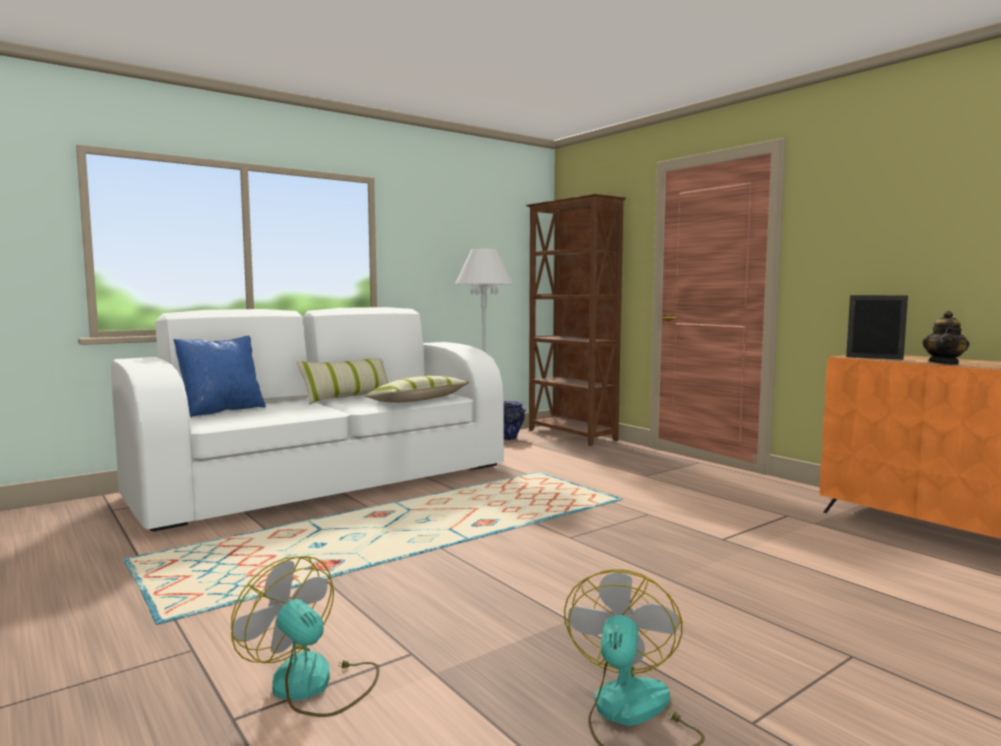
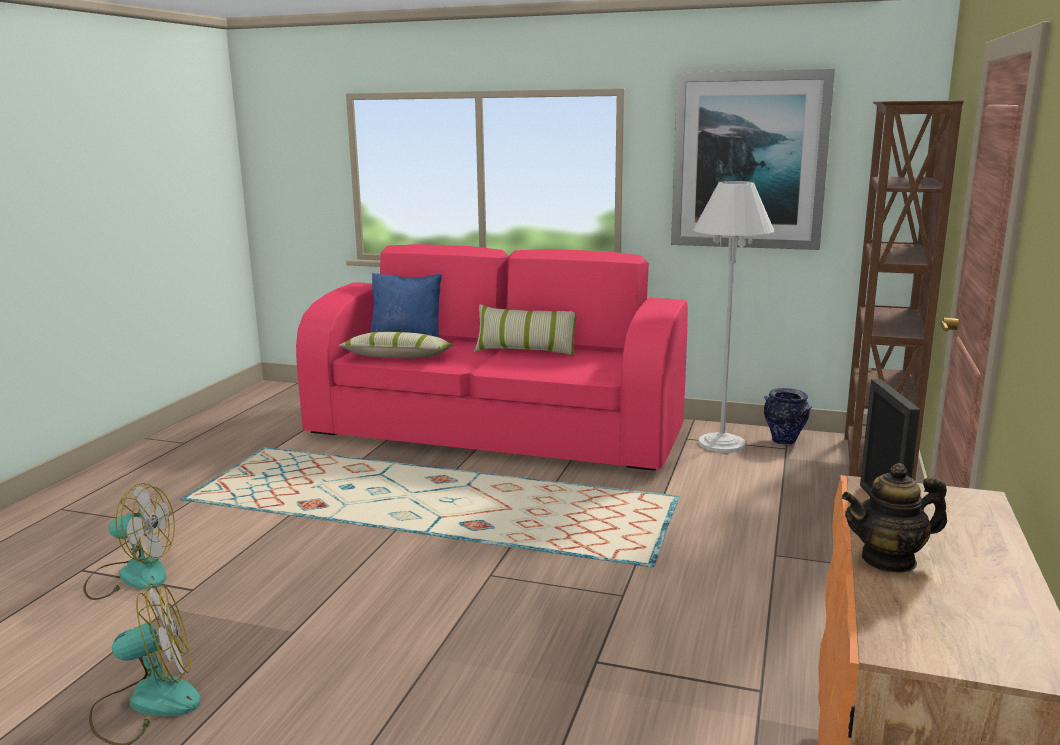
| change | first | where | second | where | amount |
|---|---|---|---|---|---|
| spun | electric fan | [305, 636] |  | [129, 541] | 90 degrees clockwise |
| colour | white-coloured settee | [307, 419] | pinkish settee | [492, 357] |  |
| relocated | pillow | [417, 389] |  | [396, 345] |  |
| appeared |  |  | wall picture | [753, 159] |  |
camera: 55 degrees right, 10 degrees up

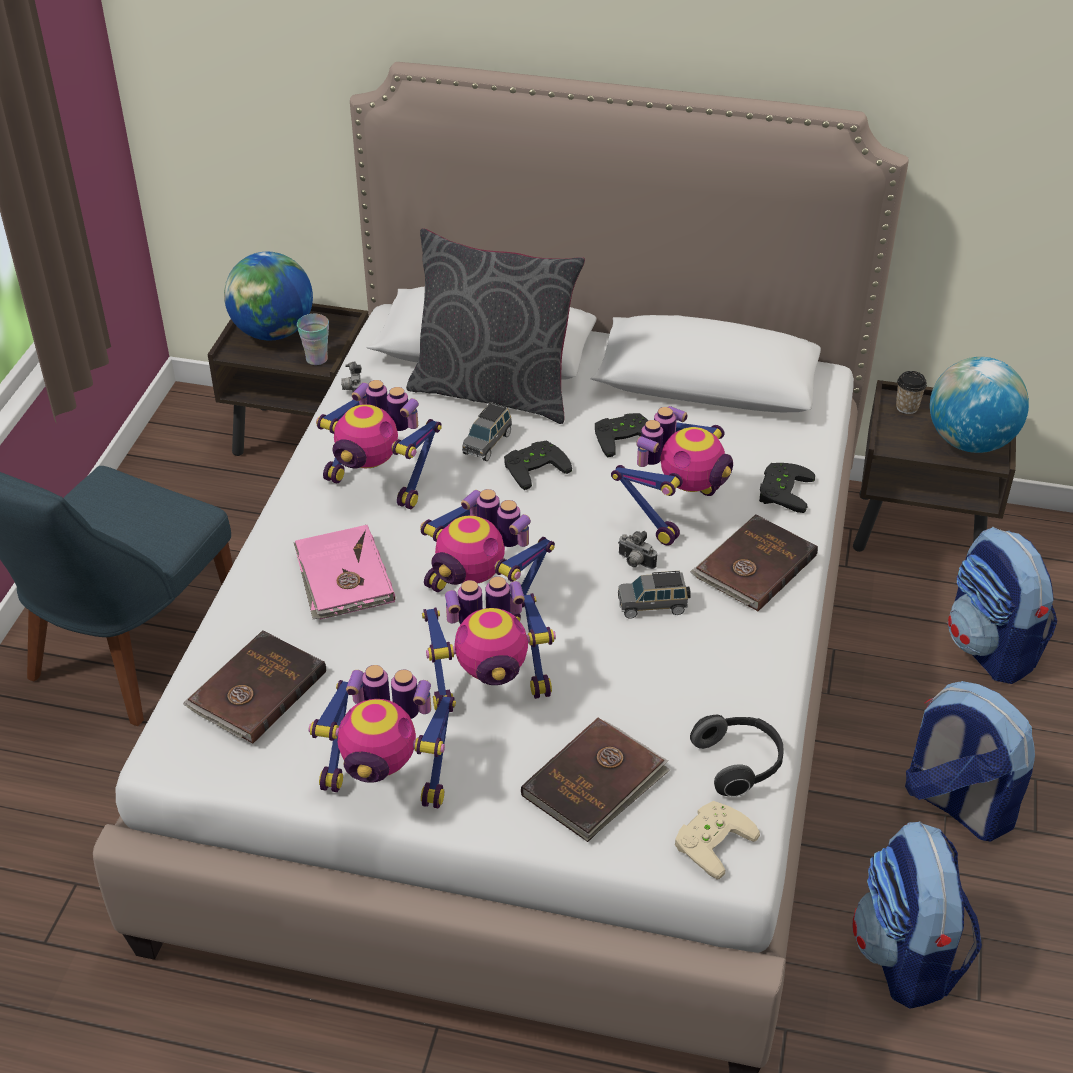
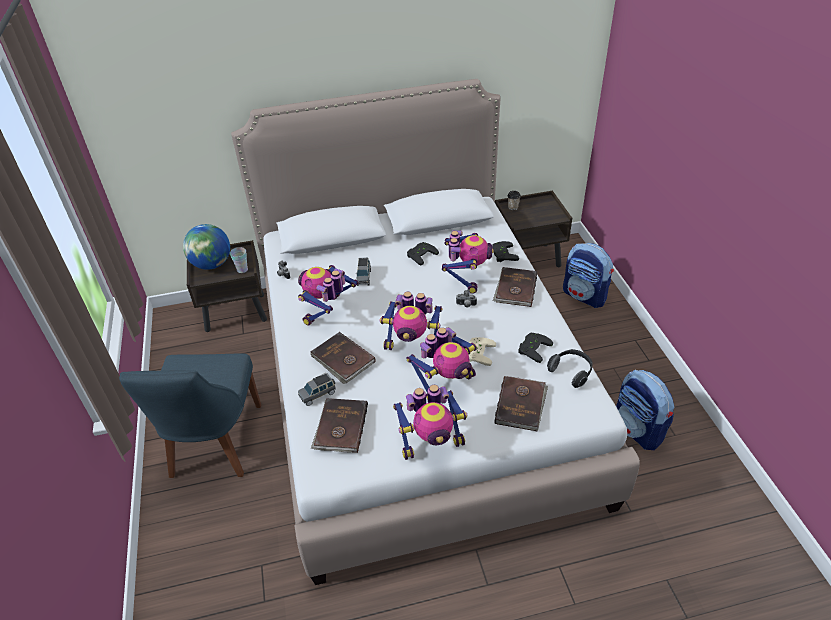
| change | first | where | second | where | amount |
|---|---|---|---|---|---|
| spun | model robot | [379, 444] |  | [328, 295] | 120 degrees clockwise |
| relocated | gray model car | [654, 595] |  | [317, 389] |  |
| colour | pinkish volume | [344, 572] | brown-coloured volume | [343, 358] |  |
| relocated | beige-coloured gamepad | [717, 840] |  | [482, 351] |  |
| relocated | blackish gamepad | [538, 465] |  | [535, 348] |  |
| missing | gray pillow | [495, 326] |  |  |  |
| missing | rucksack | [970, 761] |  |  |  |
| missing | world globe | [979, 405] |  |  |  |
camera: 25 degrees left, 0 degrees up

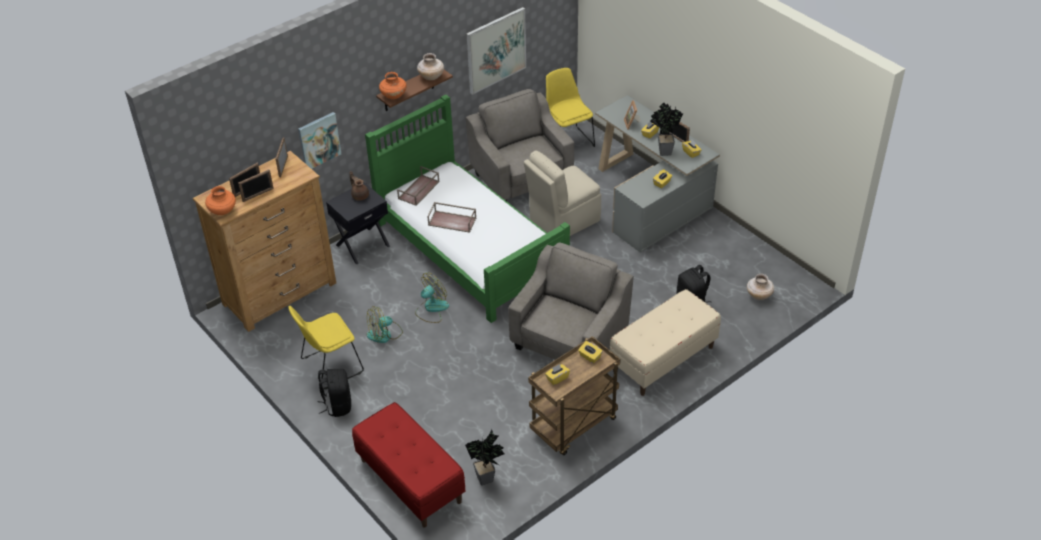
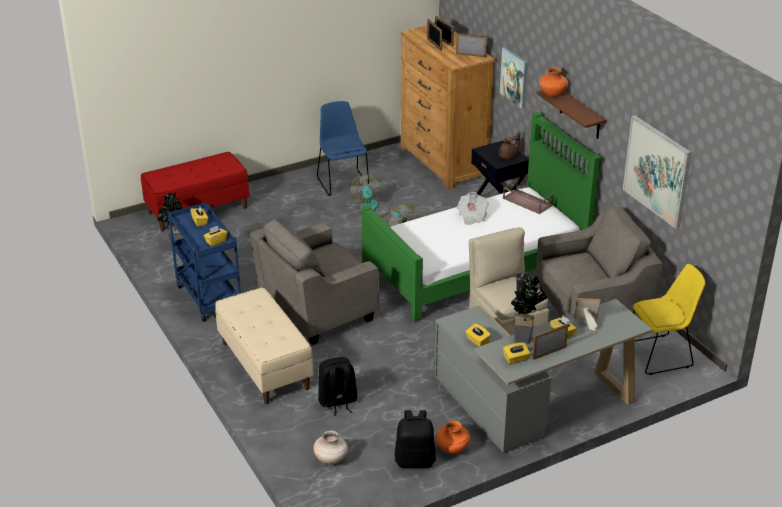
| change | first | where | second | where | amount |
|---|---|---|---|---|---|
| colour | brown-coloured cart | [574, 395] | bluish cart | [204, 262] |  |
| spun | gray lounge chair | [571, 301] |  | [314, 282] | 105 degrees clockwise |
| colour | yellow chair | [326, 348] | bluish chair | [343, 148] |  |
| relocated | blackish rucksack | [334, 393] |  | [415, 439] |  |
| relocated | orange decorative vase | [220, 200] |  | [453, 437] |  |
| exchanged | brown-coloured tray | [452, 217] | daily paper | [473, 208] |  |
| missing | beige-coloured decorative vase | [430, 66] |  |  |  |
camera: 100 degrees right, 10 degrees down

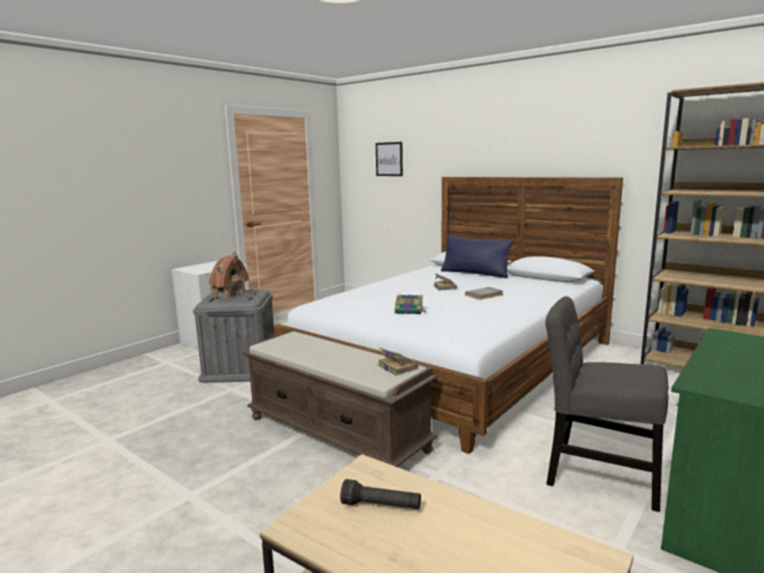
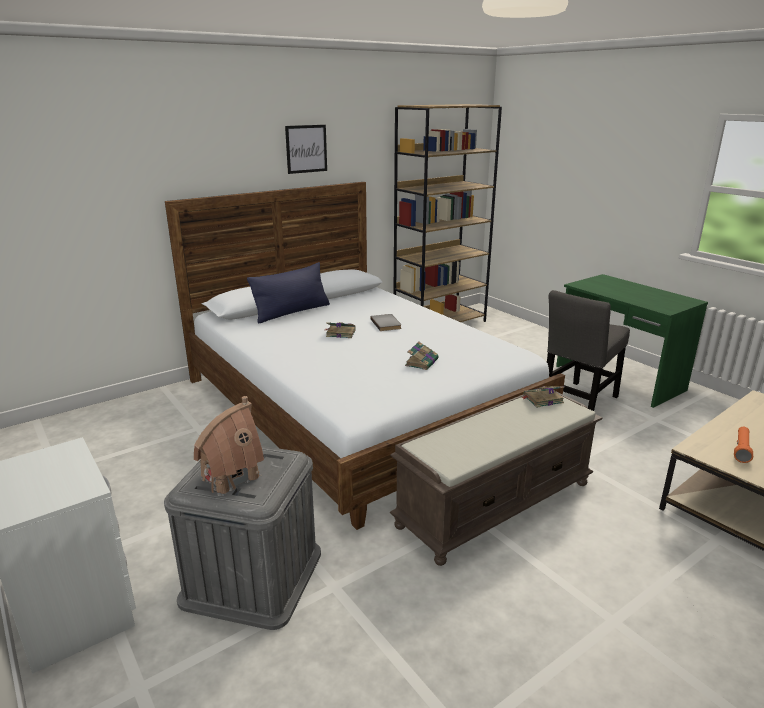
| change | first | where | second | where | amount |
|---|---|---|---|---|---|
| relocated | wall picture | [389, 159] |  | [306, 149] |  |
| colour | blackish hand torch | [380, 494] | orange hand torch | [743, 445] |  |
camera: 75 degrees left, 10 degrees up

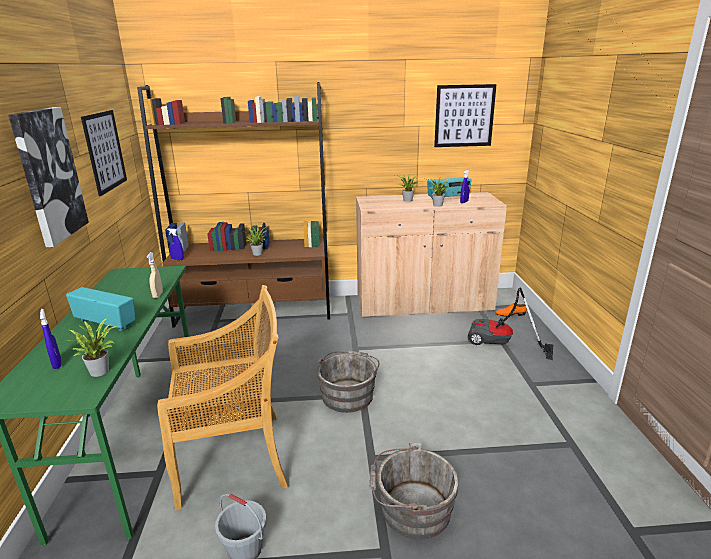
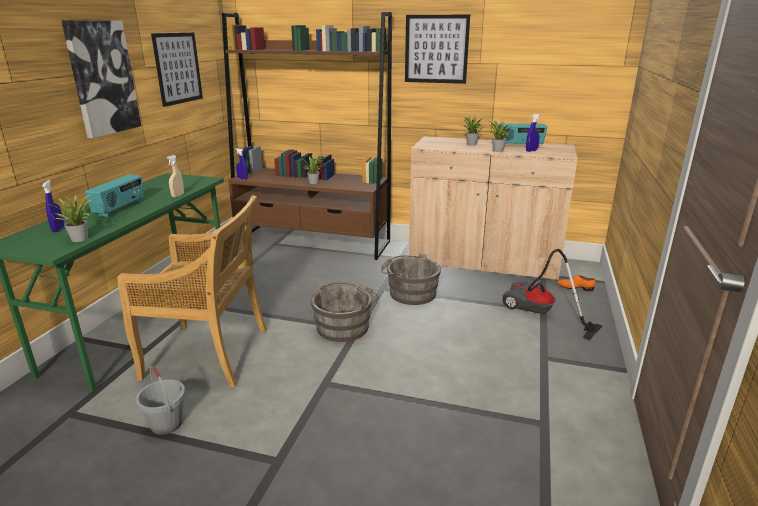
| change | first | where | second | where | amount |
|---|---|---|---|---|---|
| spun | radio set | [101, 309] |  | [114, 196] | 60 degrees clockwise |
| relocated | gray bucket | [414, 491] |  | [411, 279] |  |
| relocated | wall picture | [465, 115] |  | [437, 49] |  |
camera: 20 degrees right, 0 degrees up

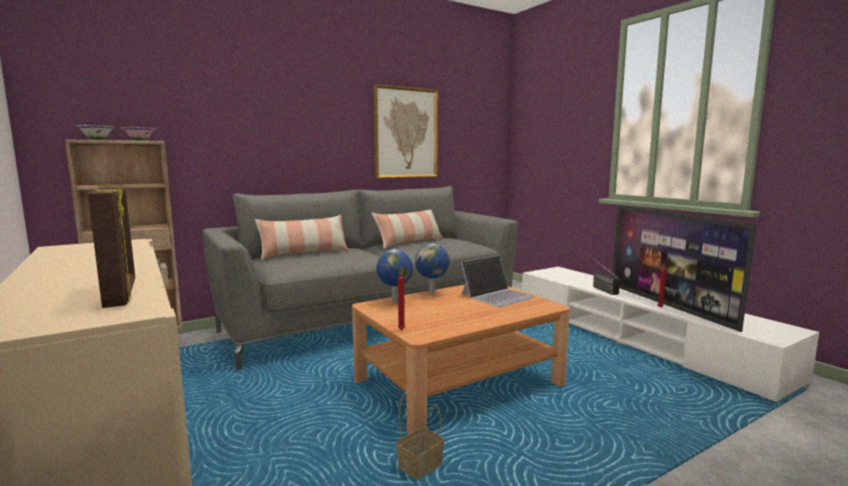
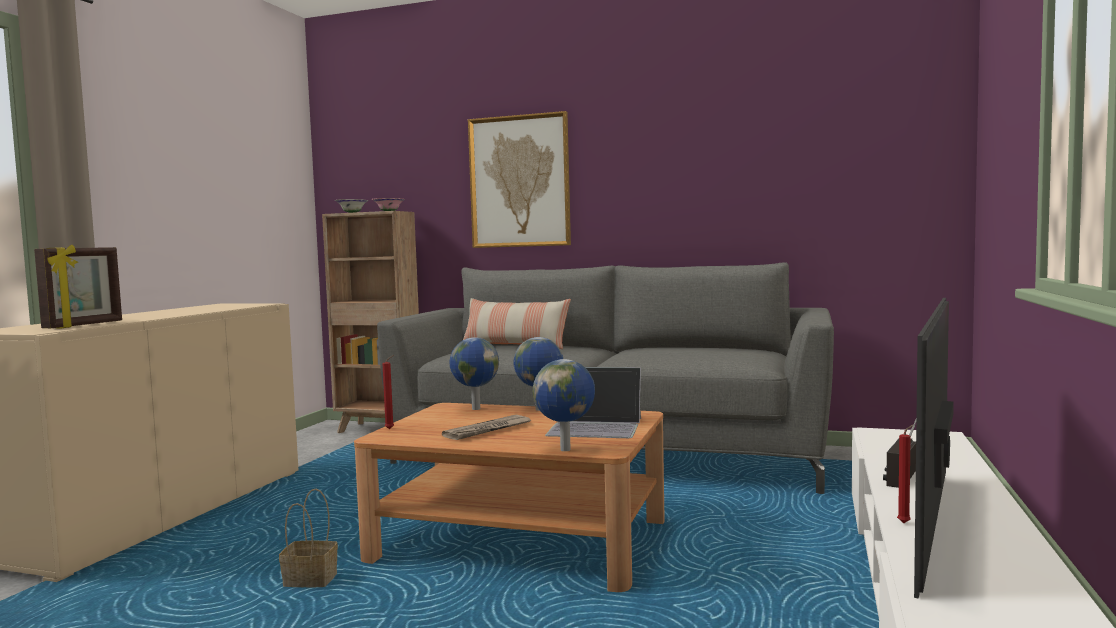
| change | first | where | second | where | amount |
|---|---|---|---|---|---|
| appeared |  |  | daily paper | [486, 427] |  |
| relocated | wall picture | [406, 131] |  | [519, 179] |  |
| appeared |  |  | world globe | [564, 405] |  |
| missing | pillow | [407, 229] |  |  |  |
camera: 50 degrees right, 5 degrees down

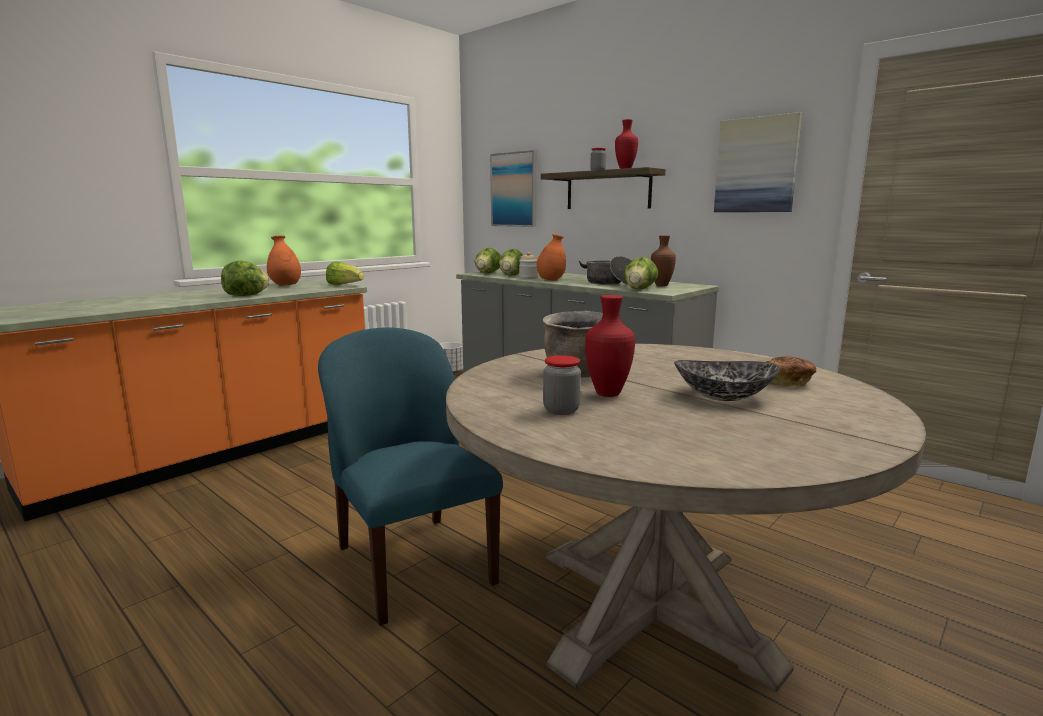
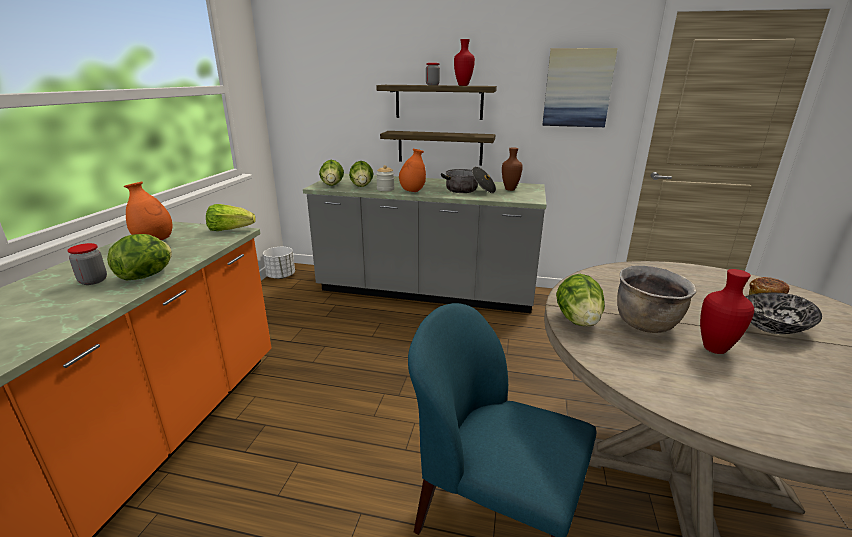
| change | first | where | second | where | amount |
|---|---|---|---|---|---|
| relocated | storage jar | [562, 385] |  | [87, 264] |  |
| appeared |  |  | shelf | [437, 148] |  |
| relocated | lettuce head | [641, 273] |  | [580, 300] |  |
| missing | wall picture | [513, 188] |  |  |  |
camera: 30 degrees left, 10 degrees up

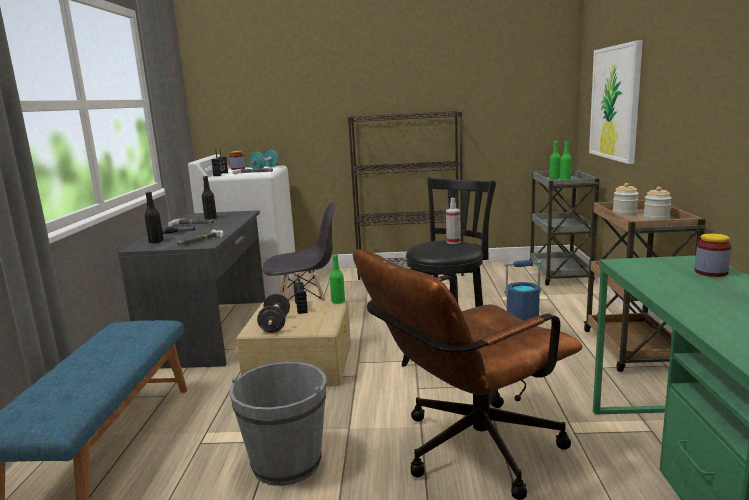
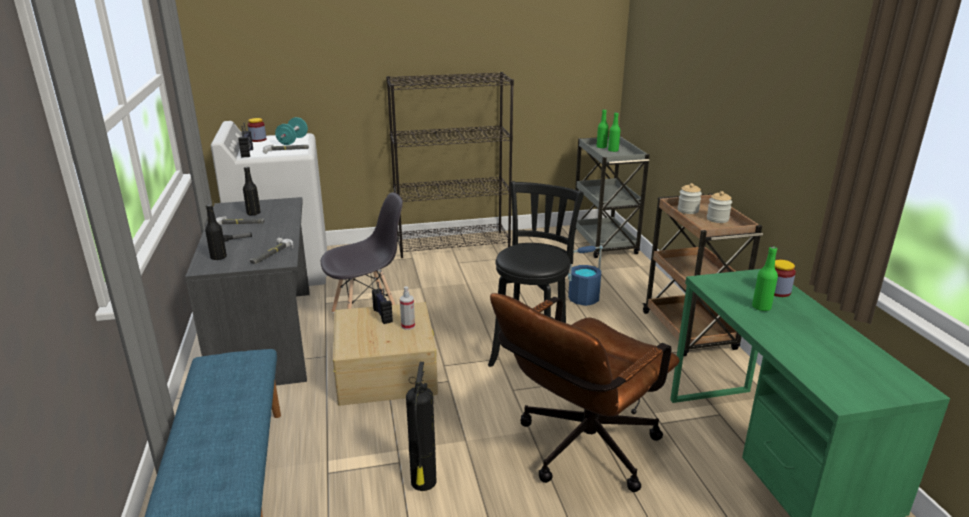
| change | first | where | second | where | amount |
|---|---|---|---|---|---|
| relocated | sprayer | [453, 221] |  | [407, 308] |  |
| exchanged | gray bucket | [278, 424] | fire extinguisher | [421, 426] |  |
| relocated | greenish bottle | [337, 279] |  | [765, 278] |  |
| missing | blackish free weight | [273, 313] |  |  |  |
| missing | wall picture | [616, 102] |  |  |  |
camera: 15 degrees left, 10 degrees up

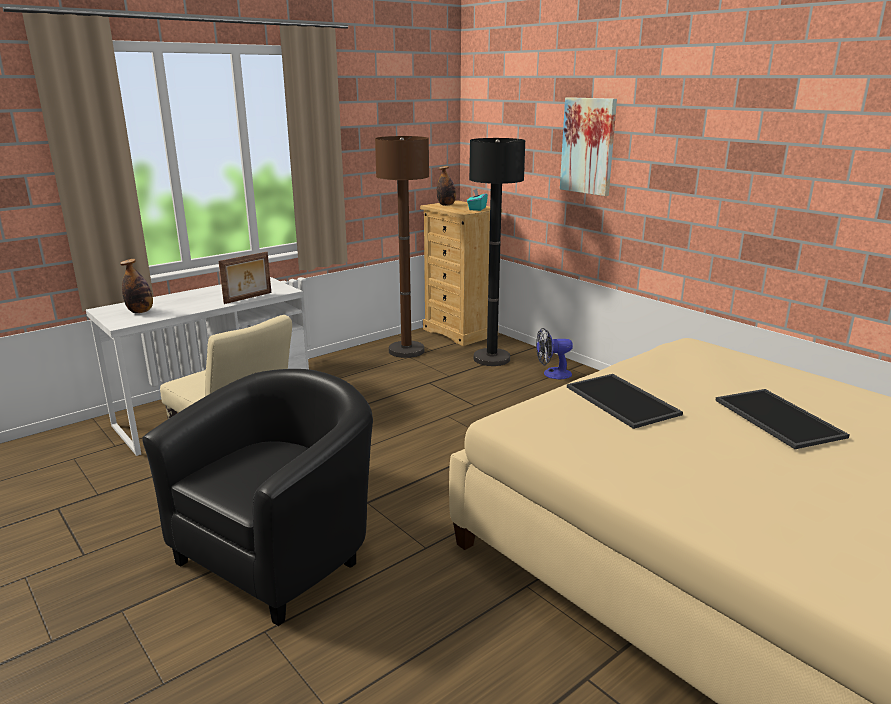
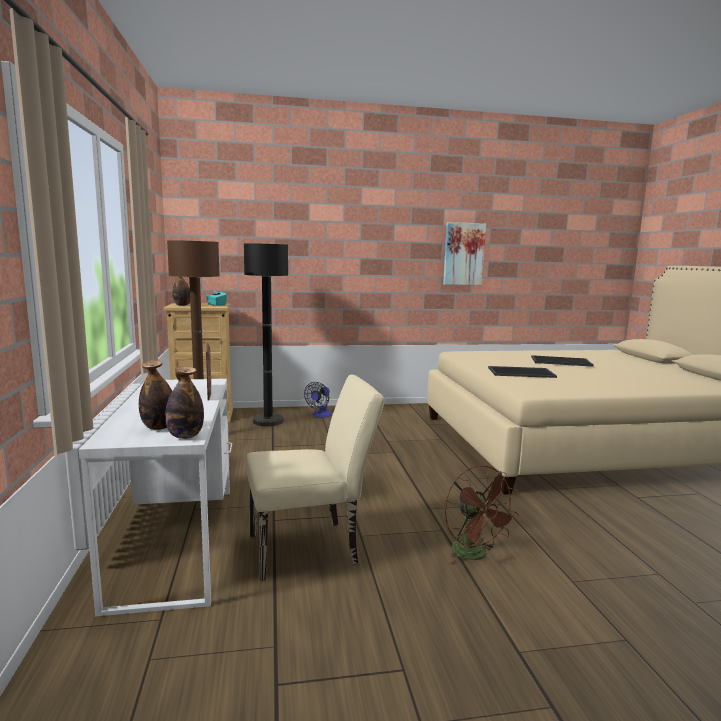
| change | first | where | second | where | amount |
|---|---|---|---|---|---|
| appeared |  |  | bottle | [184, 402] |  |
| relocated | wall picture | [588, 146] |  | [464, 253] |  |
| exchanged | blackish lounge chair | [257, 497] | brown-coloured electric fan | [482, 515] |  |
camera: 60 degrees left, 10 degrees down

